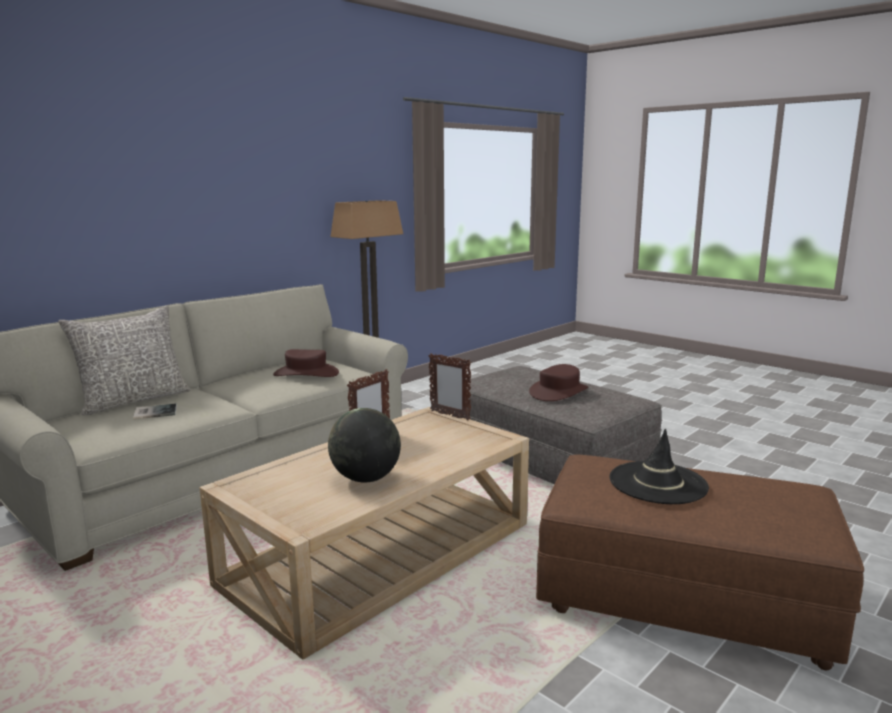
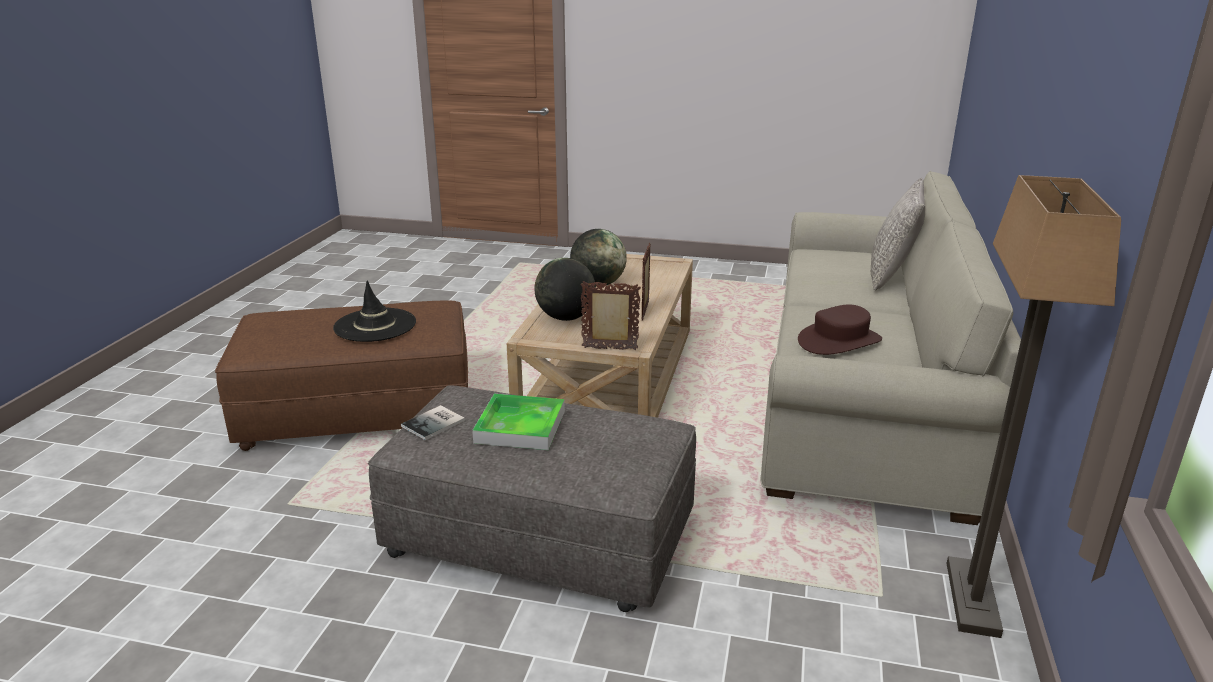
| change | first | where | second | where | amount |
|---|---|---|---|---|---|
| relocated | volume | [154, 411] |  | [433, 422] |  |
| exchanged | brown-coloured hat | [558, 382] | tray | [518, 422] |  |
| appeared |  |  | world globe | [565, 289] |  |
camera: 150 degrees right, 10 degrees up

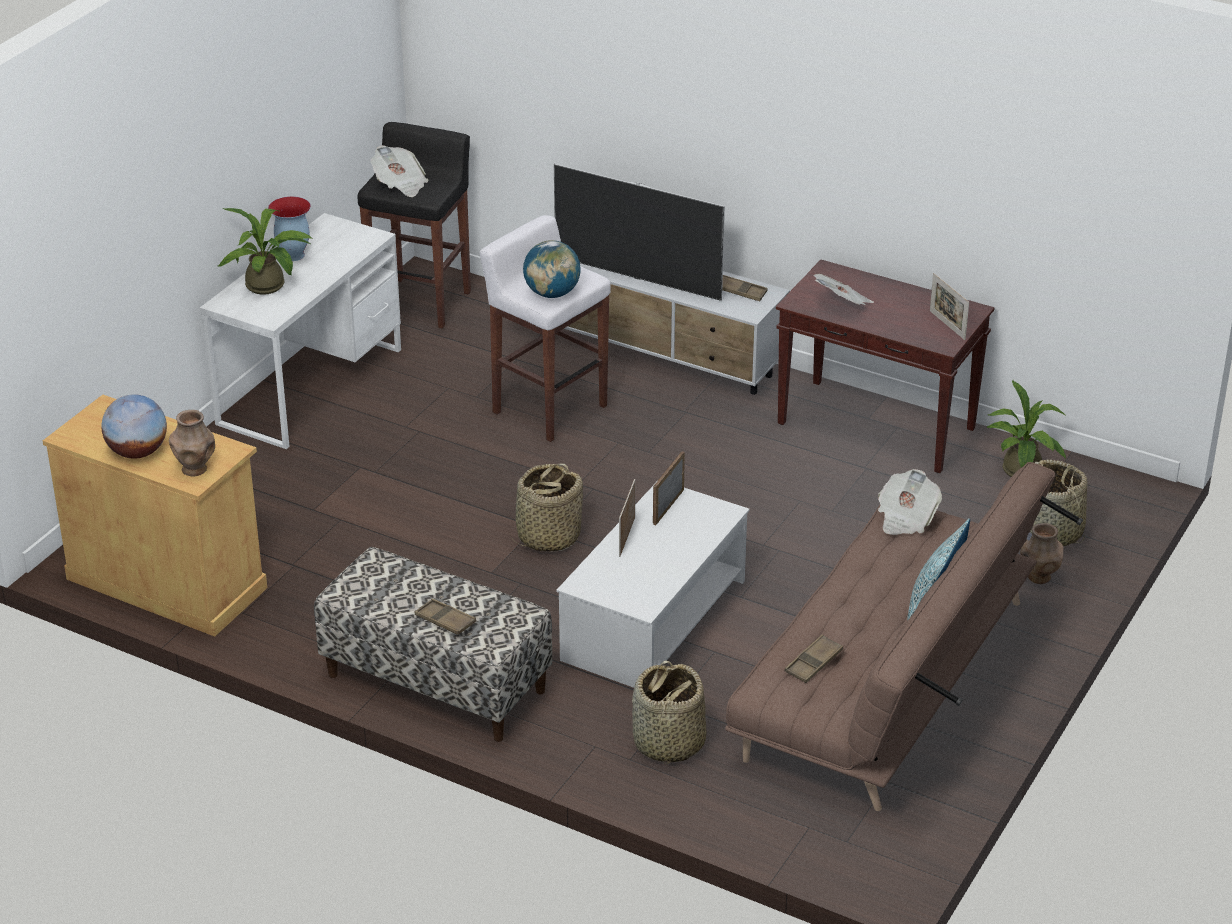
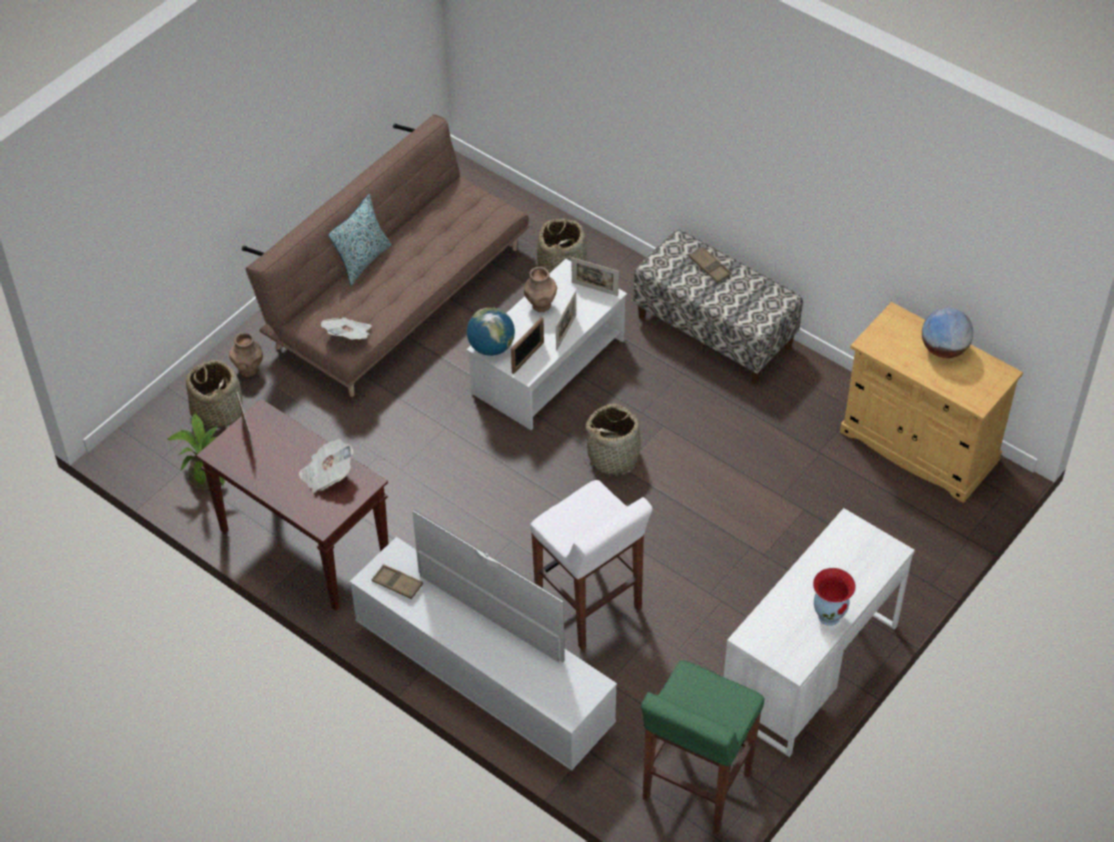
| change | first | where | second | where | amount |
|---|---|---|---|---|---|
| relocated | world globe | [552, 269] |  | [491, 332] |  |
| relocated | brown-coloured decorative vase | [192, 443] |  | [540, 289] |  |
| appeared |  |  | picture frame | [595, 276] |  |
| colour | blackish stool | [414, 225] | greenish stool | [702, 747] |  |
| missing | potted plant | [265, 251] |  |  |  |
| missing | daily paper | [399, 171] |  |  |  |
| missing | brown-coloured tray | [814, 658] |  |  |  |
camera: 170 degrees left, 15 degrees up

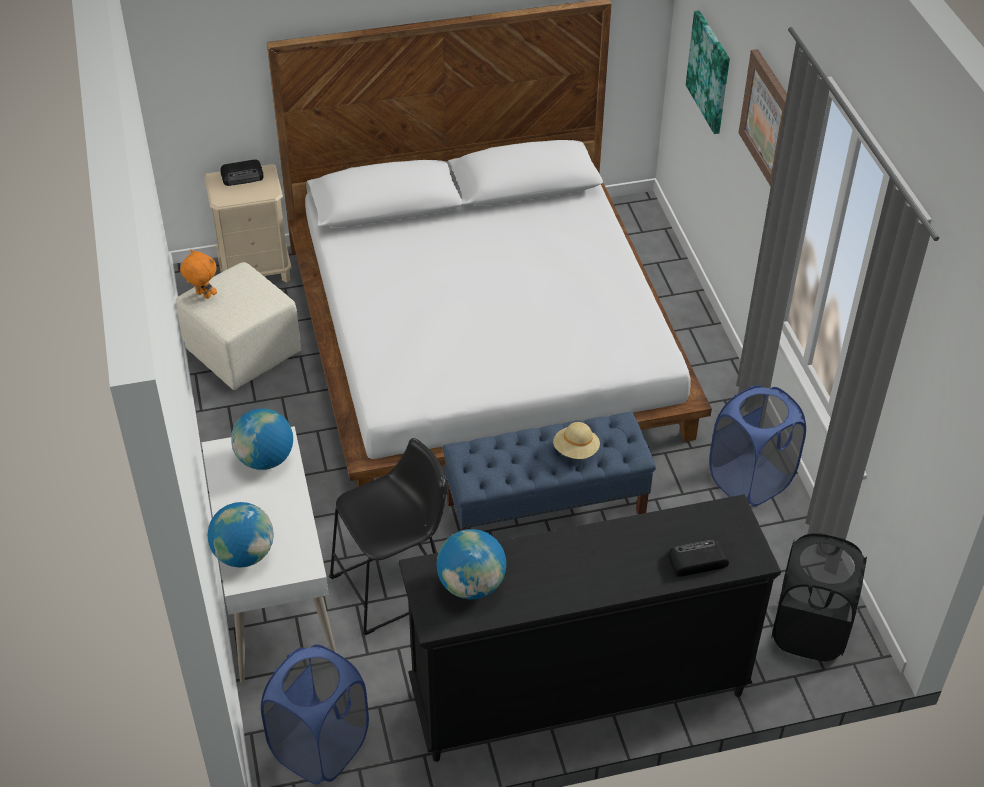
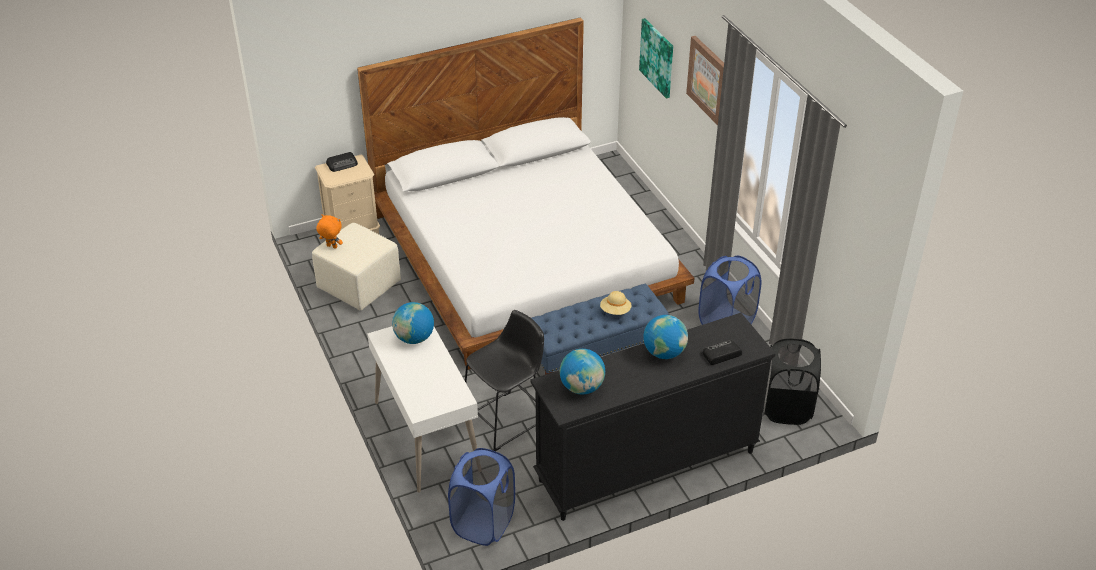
| change | first | where | second | where | amount |
|---|---|---|---|---|---|
| relocated | world globe | [241, 535] |  | [665, 337] |  |
camera: 10 degrees left, 5 degrees down

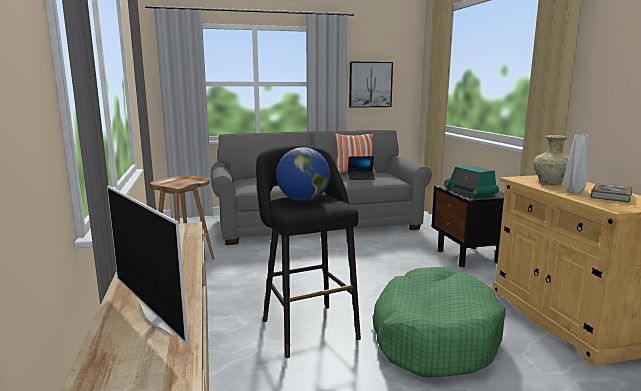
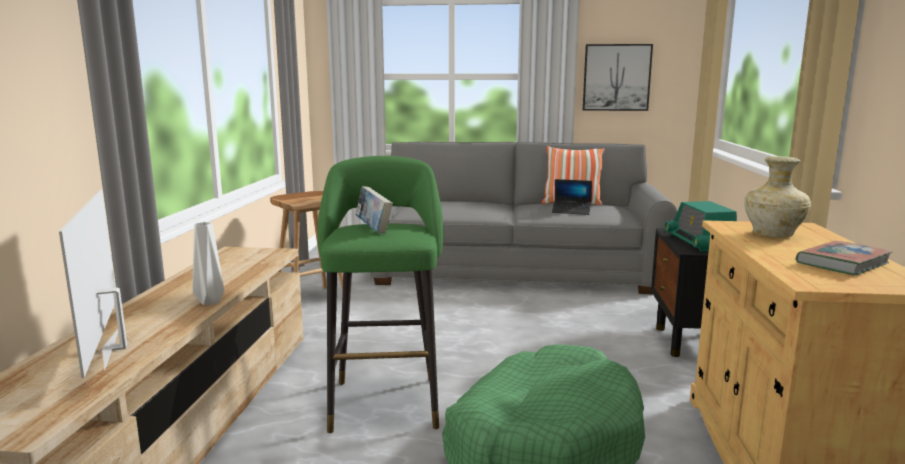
| change | first | where | second | where | amount |
|---|---|---|---|---|---|
| relocated | gray decorative vase | [576, 164] |  | [208, 263] |  |
| colour | blackish stool | [308, 251] | greenish stool | [380, 294] |  |
| exchanged | world globe | [303, 174] | volume | [374, 209] |  |
camera: 20 degrees right, 0 degrees up

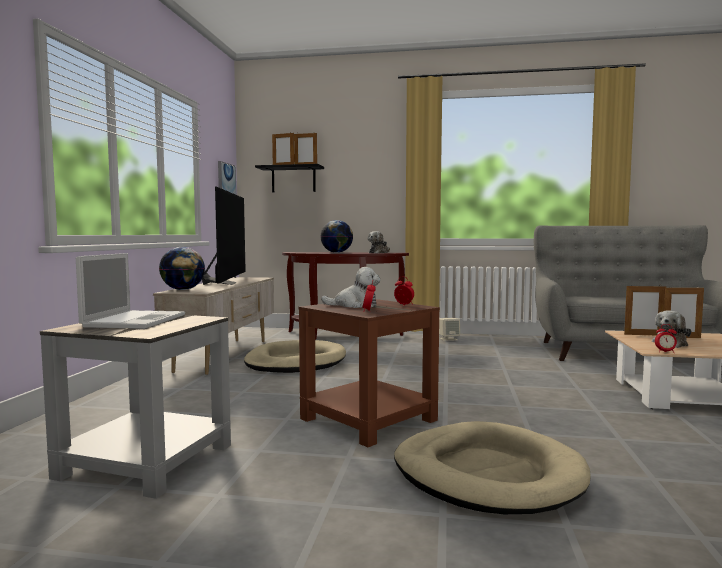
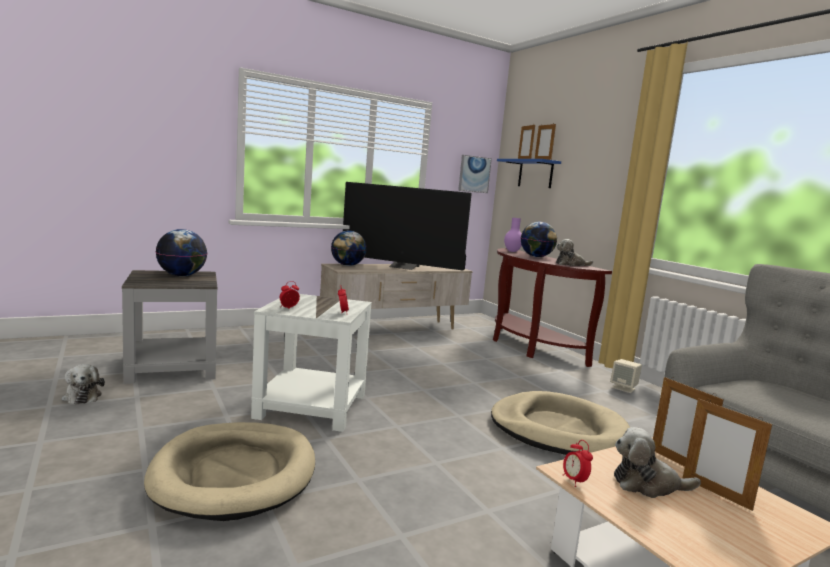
| change | first | where | second | where | amount |
|---|---|---|---|---|---|
| relocated | plush toy | [350, 287] |  | [83, 384] |  |
| exchanged | portable computer | [130, 291] | world globe | [181, 252] |  |
| colour | brown-coloured side table | [369, 373] | white-coloured side table | [311, 363] |  |
| spun | TV | [224, 236] |  | [407, 226] | 60 degrees clockwise |
| relocated | beige-coloured pet bed | [295, 356] |  | [560, 423] |  |
| colour | blackish shelf | [289, 178] | bluish shelf | [529, 173] |  |
| appeared |  |  | purple-coloured decorative vase | [513, 235] |  |
camera: 50 degrees right, 5 degrees up

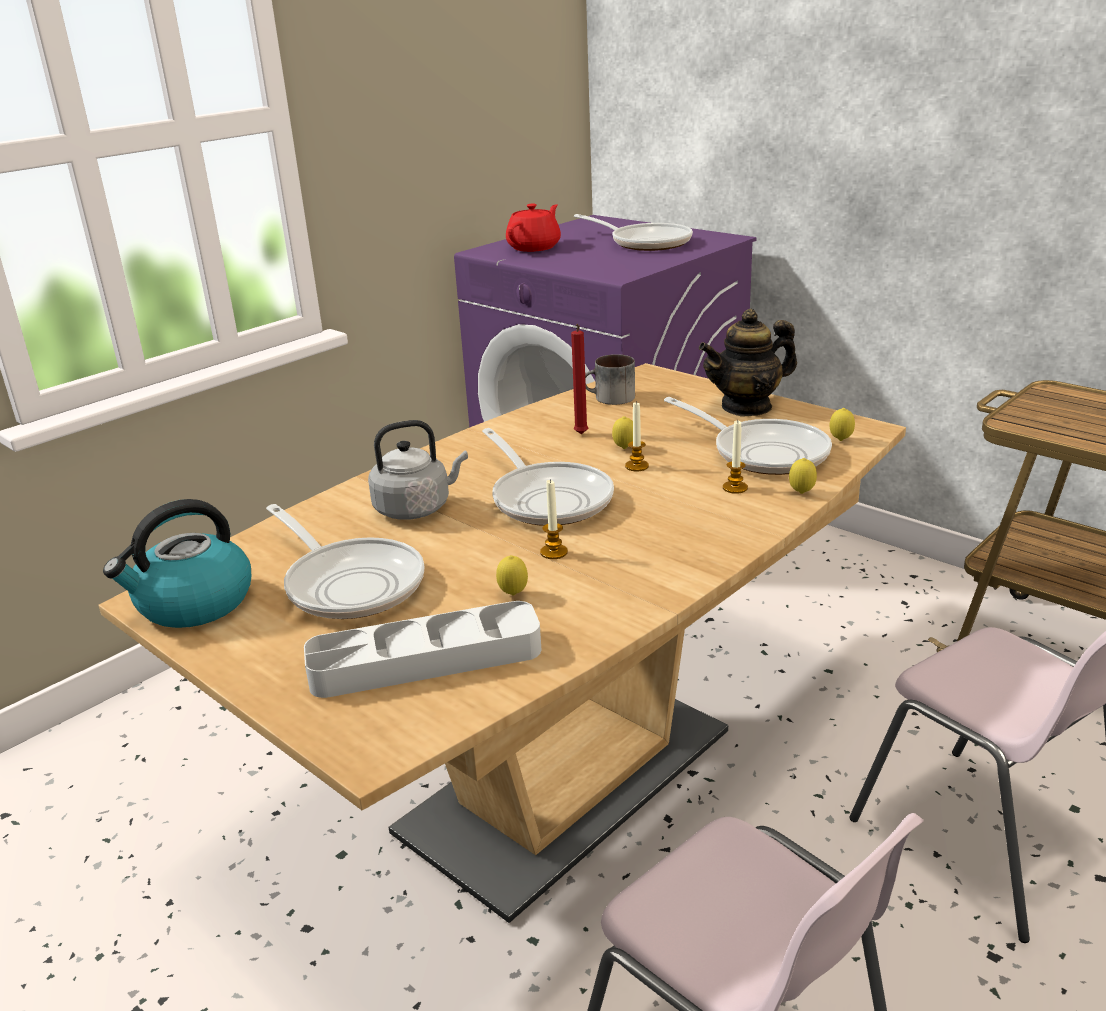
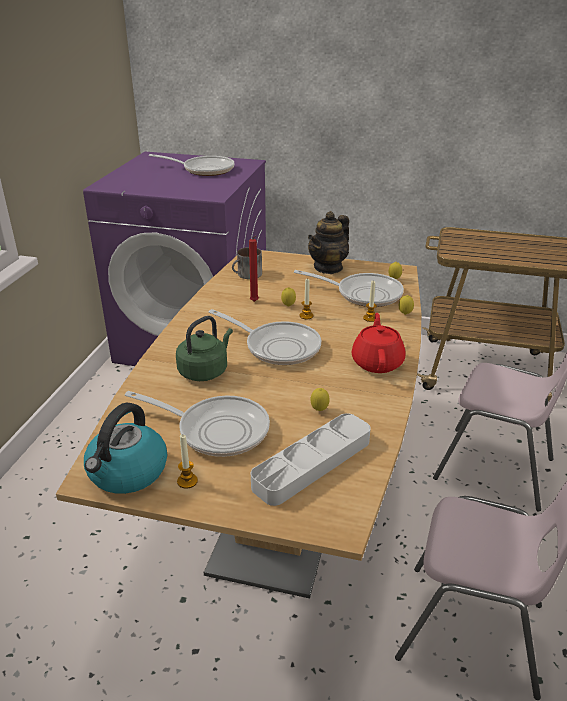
| change | first | where | second | where | amount |
|---|---|---|---|---|---|
| colour | gray kettle | [418, 470] | greenish kettle | [204, 348] |  |
| relocated | wax light | [554, 519] |  | [187, 461] |  |
| relocated | reddish teapot | [533, 227] |  | [378, 343] |  |
camera: 30 degrees left, 5 degrees up

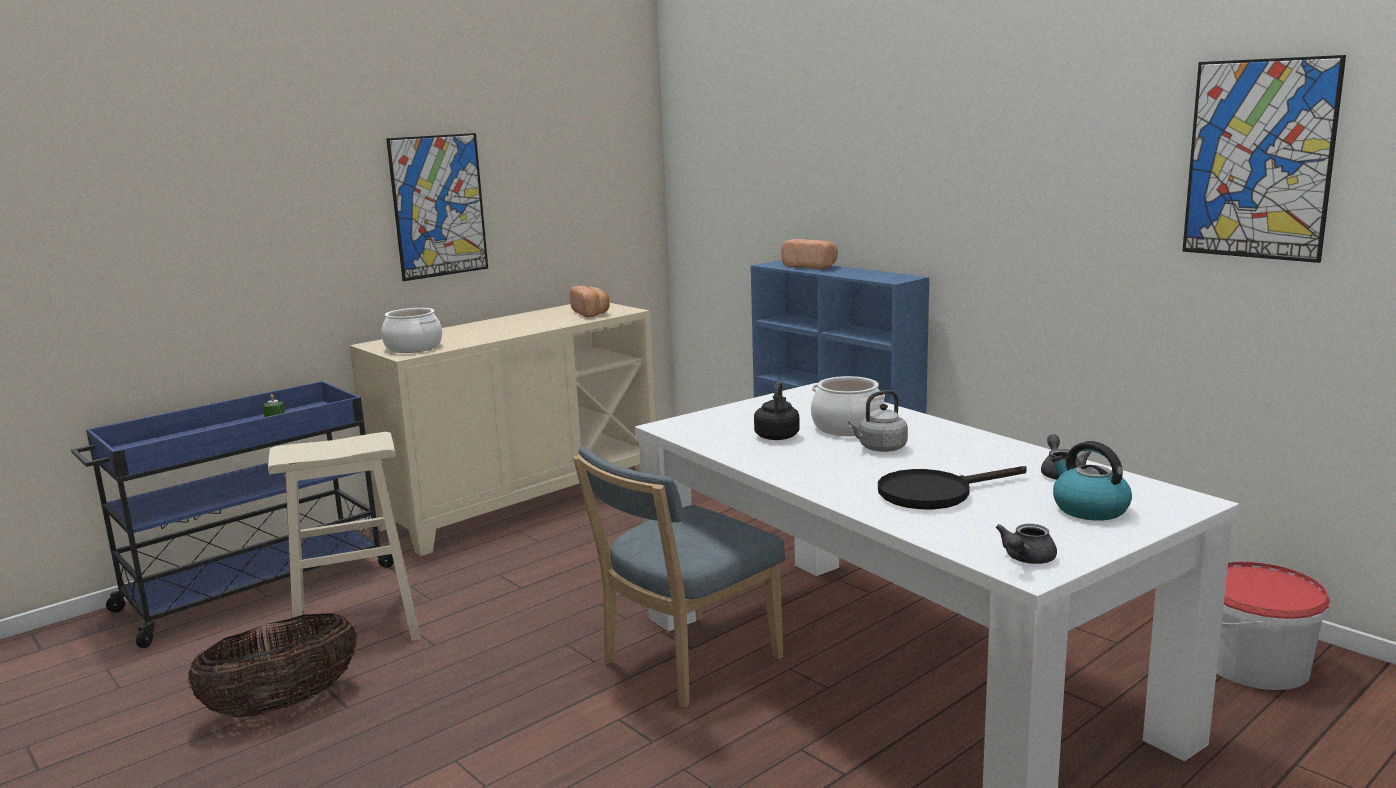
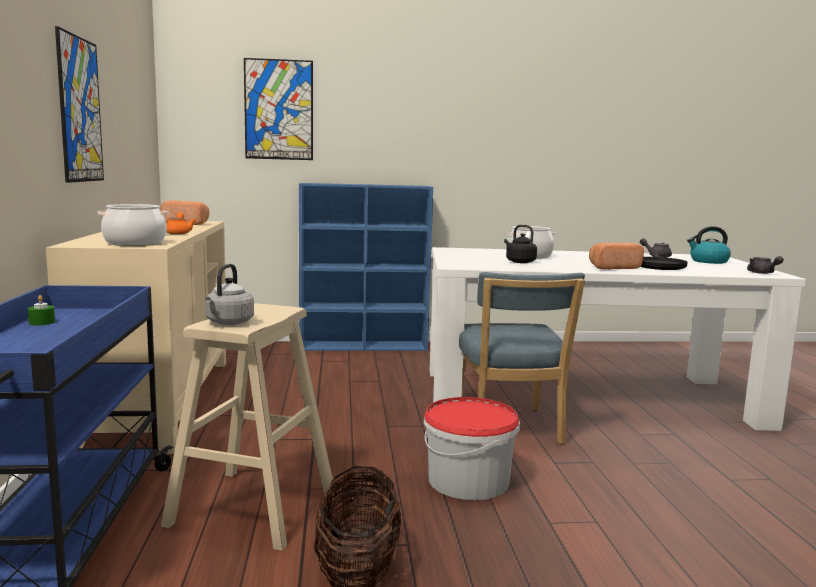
| change | first | where | second | where | amount |
|---|---|---|---|---|---|
| appeared |  |  | orange teapot | [181, 223] |  |
| relocated | gray kettle | [878, 421] |  | [229, 294] |  |
| relocated | wall picture | [1264, 159] |  | [278, 109] |  |
| relocated | bucket | [1273, 626] |  | [472, 448] |  |
| relocated | baked bread | [809, 254] |  | [616, 256] |  |
camera: 55 degrees left, 5 degrees down

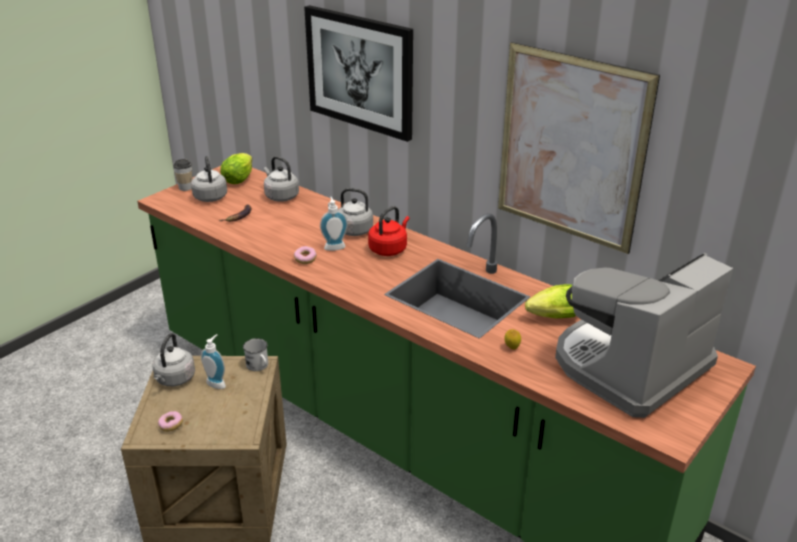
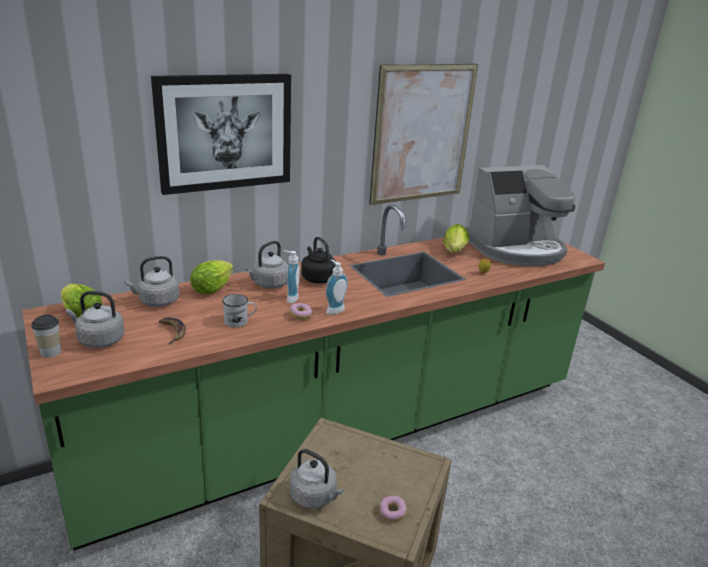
| change | first | where | second | where | amount |
|---|---|---|---|---|---|
| appeared |  |  | lettuce head | [211, 277] |  |
| relocated | white-coloured coffee mug | [255, 354] |  | [239, 311] |  |
| colour | reddish kettle | [388, 231] | blackish kettle | [318, 260] |  |
| relocated | soap bottle | [213, 361] |  | [336, 287] |  |
| spun | coffee machine | [644, 335] |  | [521, 215] | 90 degrees counterclockwise |
camera: 70 degrees left, 5 degrees down

